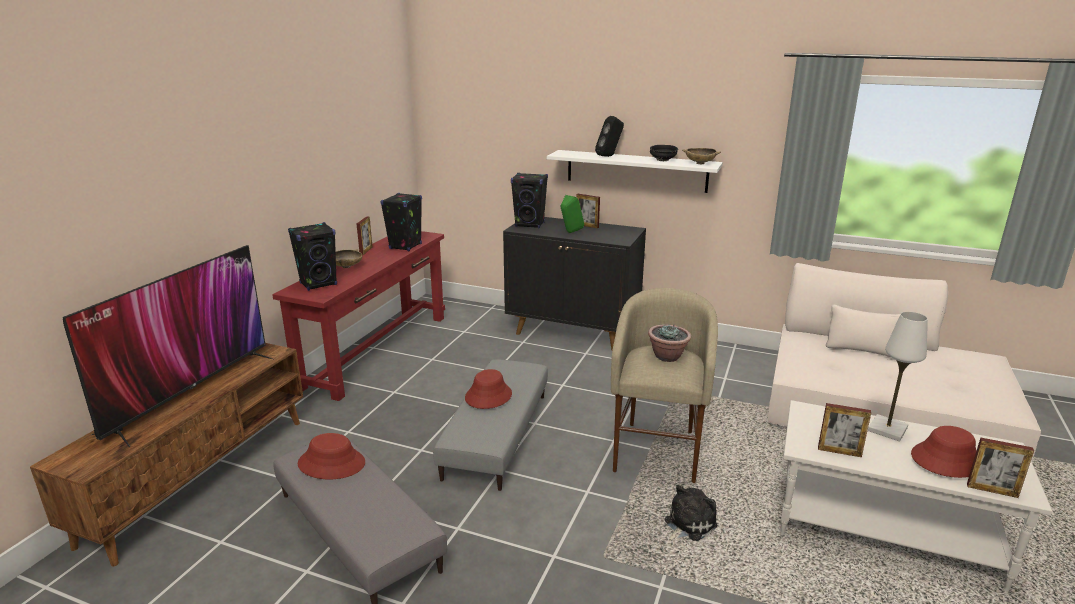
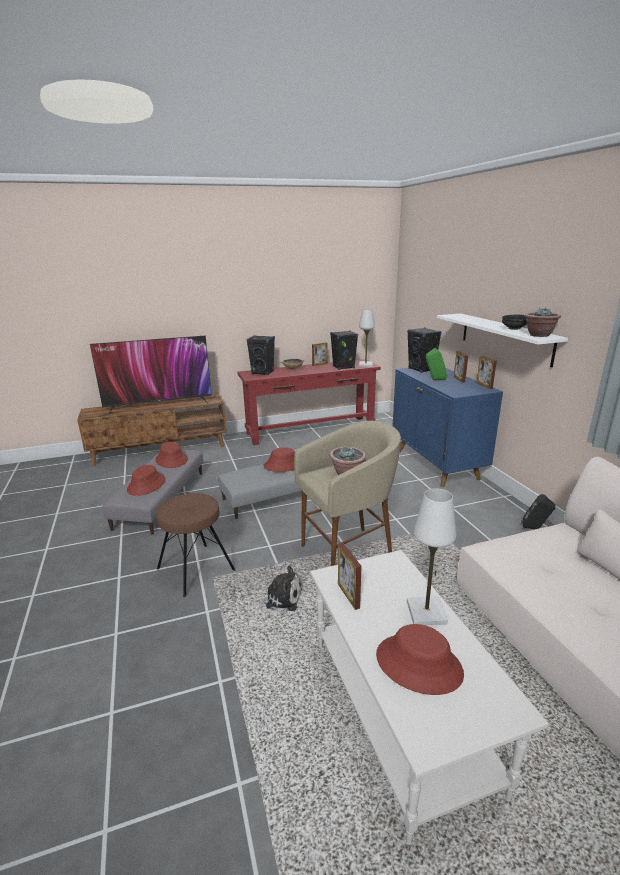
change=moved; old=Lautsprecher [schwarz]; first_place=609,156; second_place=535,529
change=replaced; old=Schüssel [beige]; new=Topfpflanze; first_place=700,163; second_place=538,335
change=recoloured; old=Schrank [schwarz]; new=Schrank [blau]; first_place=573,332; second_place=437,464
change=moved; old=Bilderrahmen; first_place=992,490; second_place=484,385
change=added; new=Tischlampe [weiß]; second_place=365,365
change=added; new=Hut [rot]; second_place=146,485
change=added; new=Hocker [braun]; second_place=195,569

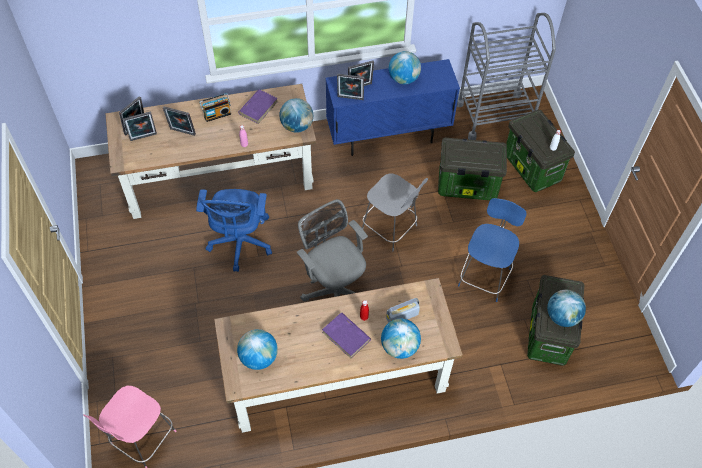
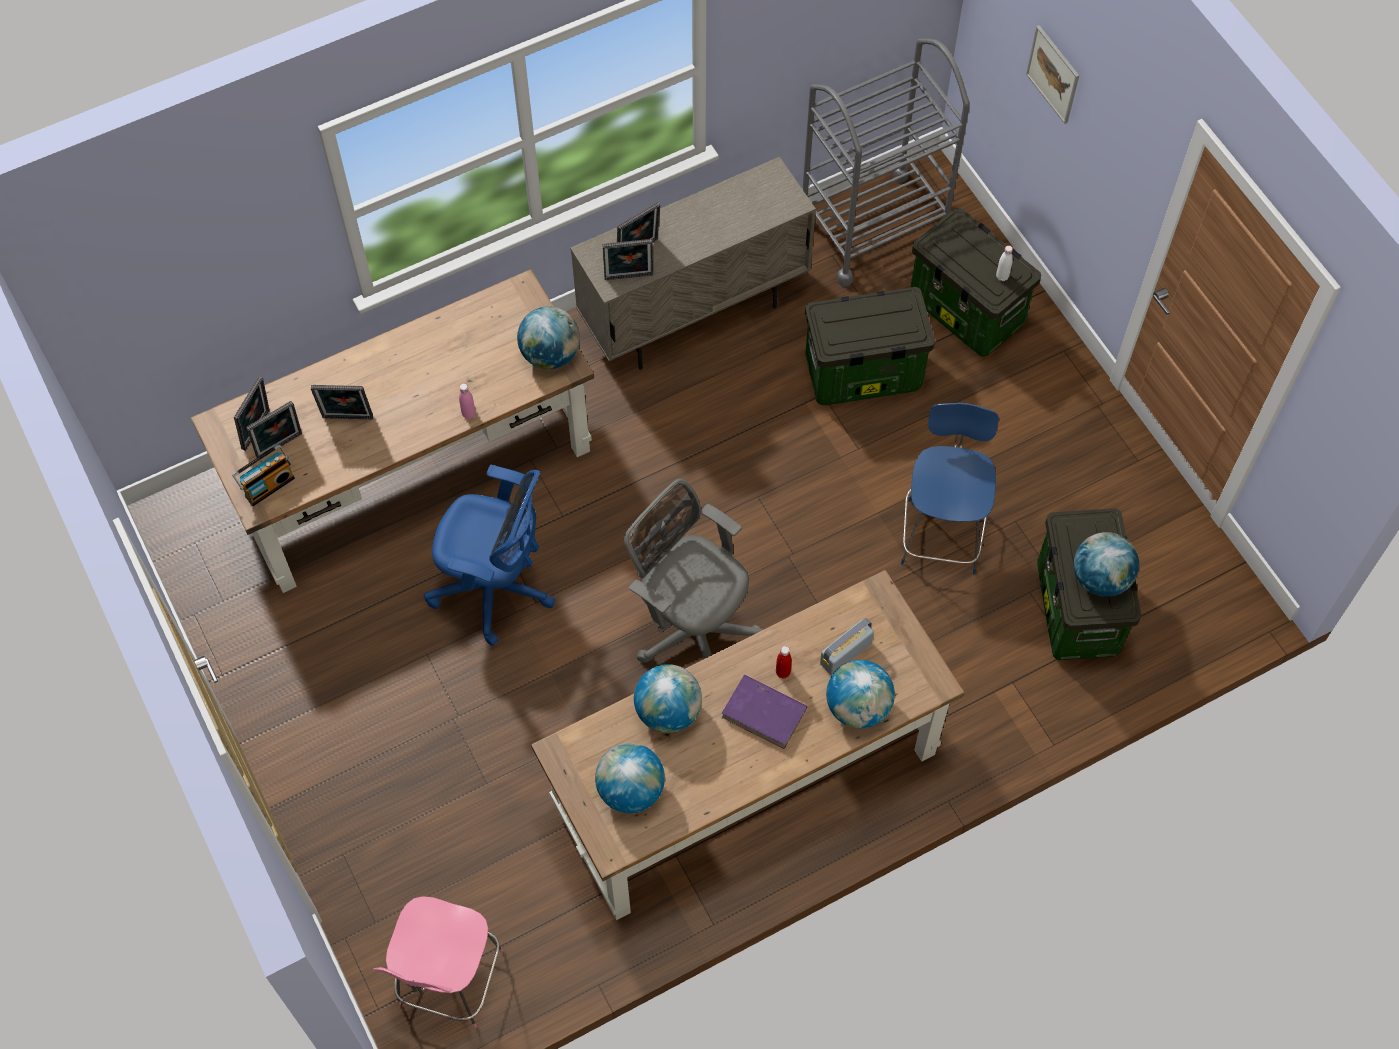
change=moved; old=Globus; first_place=403,79; second_place=668,711
change=recoloured; old=Schrank [blau]; new=Schrank [beige]; first_place=388,136; second_place=694,315
change=removed; old=Buch [lila]; first_place=258,107
change=moved; old=Radio; first_place=217,114; second_place=268,485
change=removed; old=Stuhl [grau]; first_place=391,229
change=turned; old=Bürostuhl [blau]; first_place=240,244; second_place=496,588; degrees=-60
change=added; new=Bild; second_place=1053,74

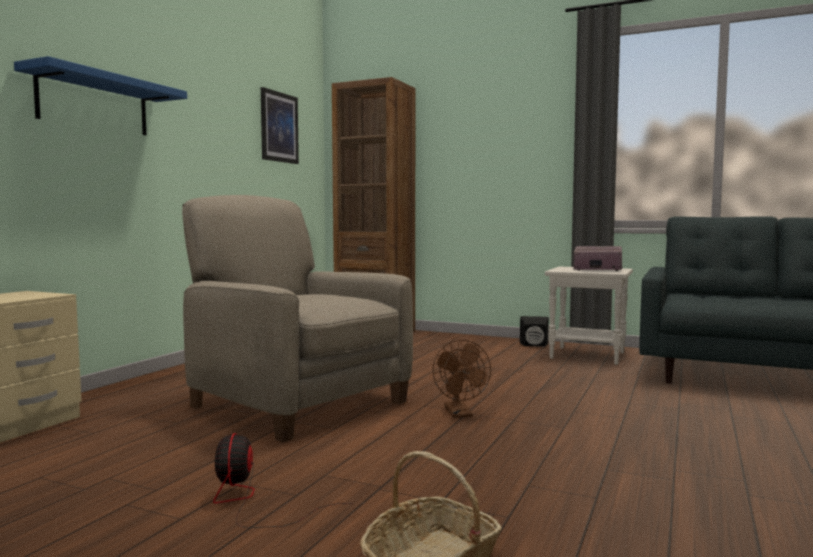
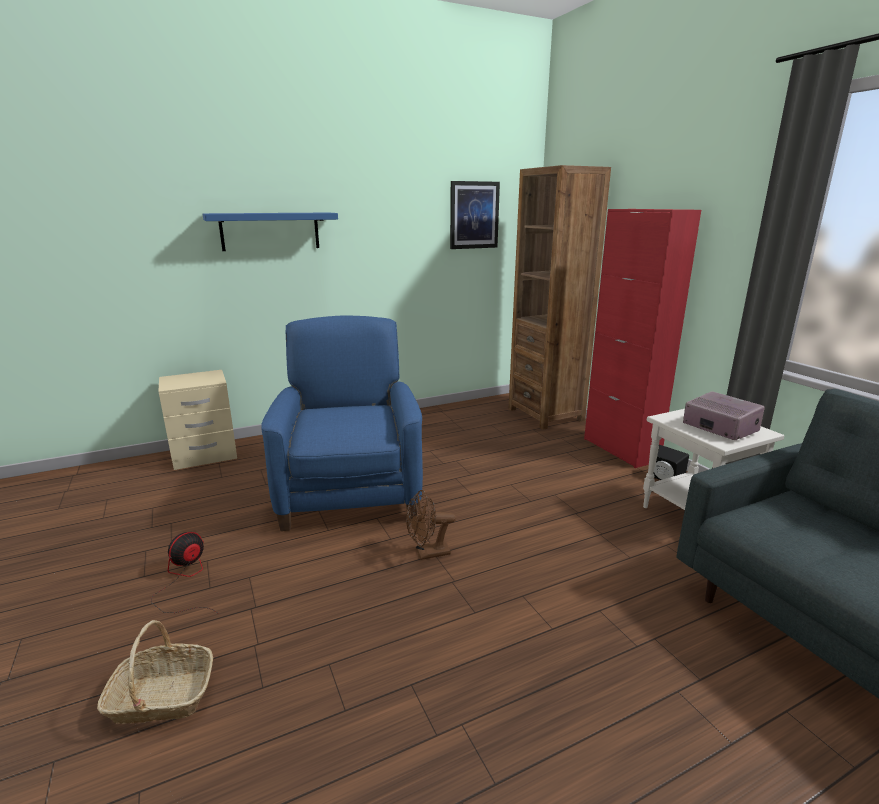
change=recoloured; old=Sessel [beige]; new=Sessel [blau]; first_place=297,403; second_place=350,491
change=turned; old=Ventilator [braun]; first_place=460,414; second_place=427,553; degrees=45
change=added; new=Schrank [rot]; second_place=620,449

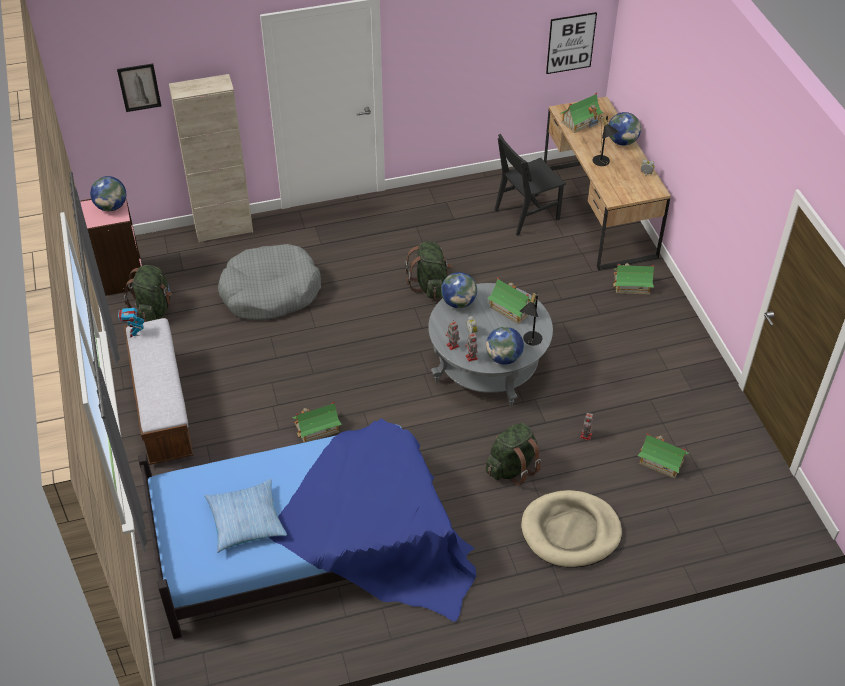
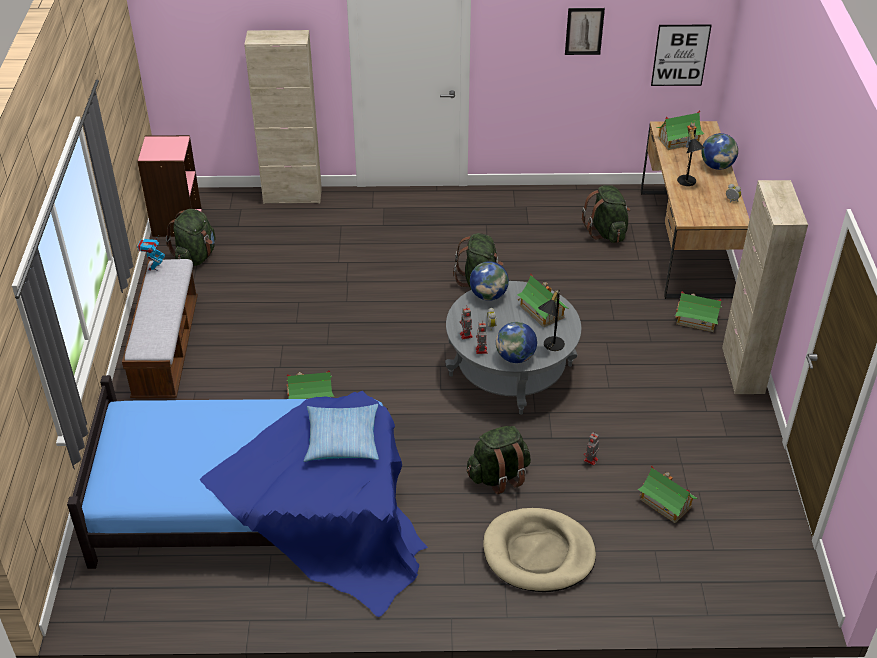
change=moved; old=Bild; first_place=139,87; second_place=584,31
change=replaced; old=Stuhl [schwarz]; new=Rucksack [grün]; first_place=526,214; second_place=606,232
change=removed; old=Globus; first_place=111,207
change=removed; old=Hundebett [grau]; first_place=270,292
change=moved; old=Kissen; first_place=246,521; second_place=342,440
change=added; new=Schrank [beige]; second_place=742,370

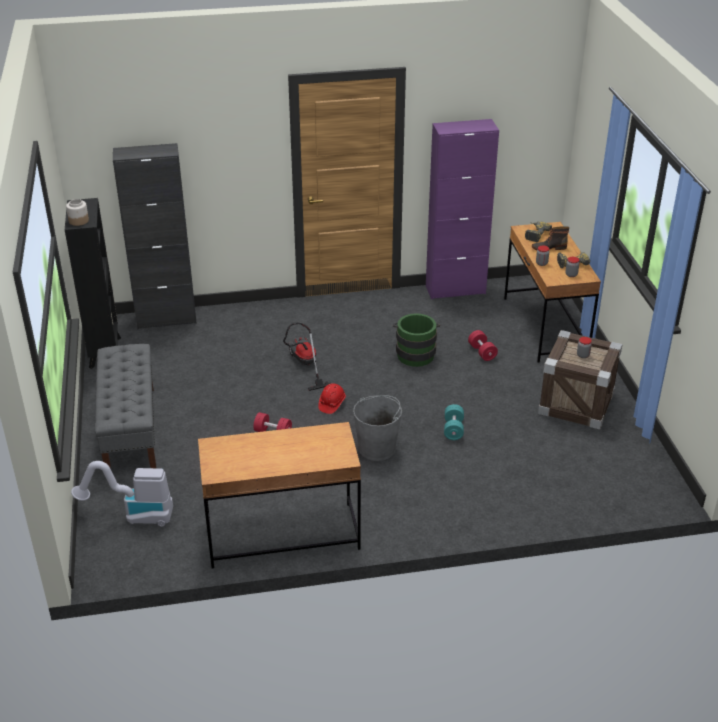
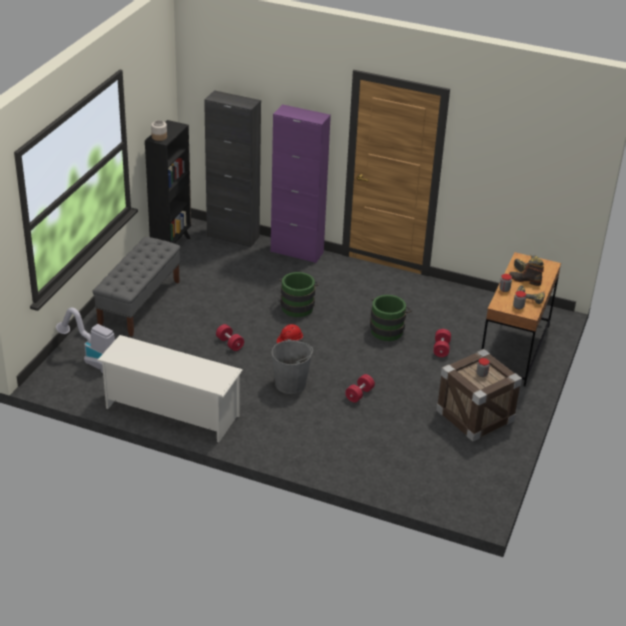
change=moved; old=Schrank [lila]; first_place=455,290; second_place=297,252
change=replaced; old=Staubsauger; new=Eimer [grün]; first_place=304,365; second_place=297,306
change=recoloured; old=Hantel [türkis]; new=Hantel [rot]; first_place=453,429; second_place=359,394
change=replaced; old=Schreibtisch [braun]; new=Schuhregal [weiß]; first_place=282,535; second_place=171,412

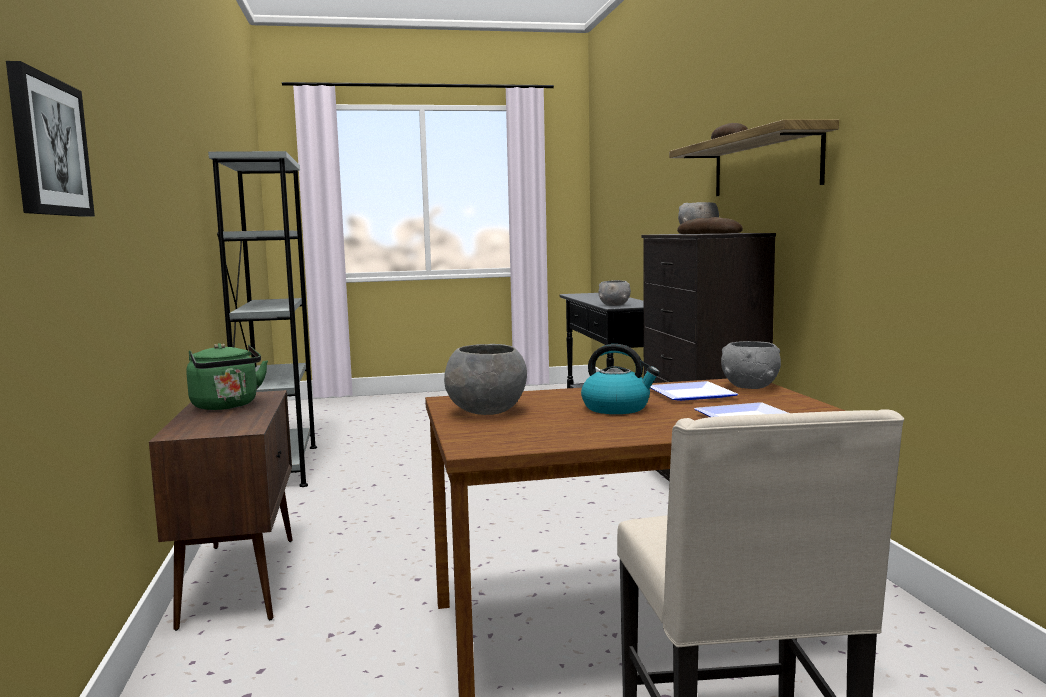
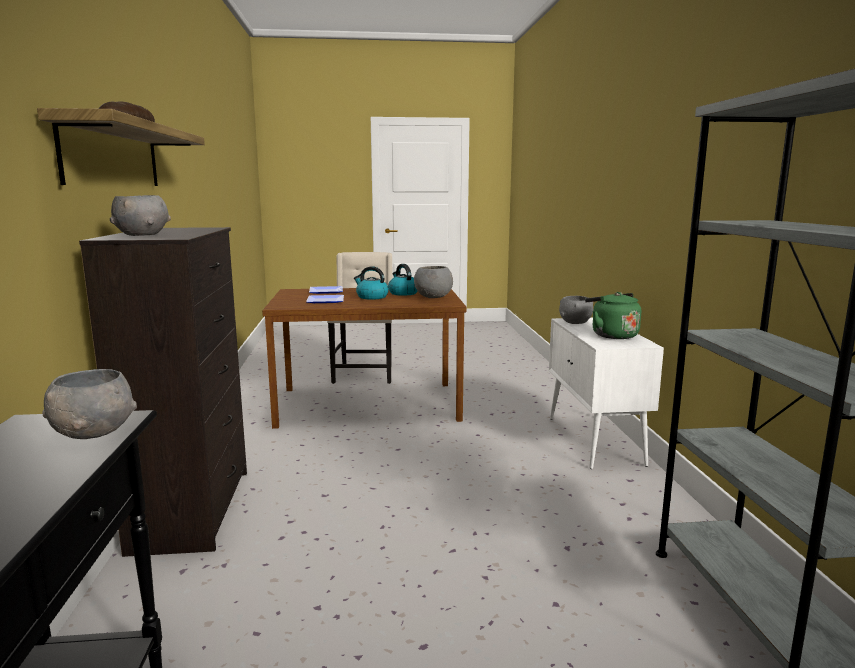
change=removed; old=Bild; first_place=48,147
change=removed; old=Brot; first_place=709,233
change=moved; old=Schüssel [grau]; first_place=749,387; second_place=575,322
change=recoloured; old=Schrank [braun]; new=Schrank [weiß]; first_place=240,579; second_place=595,441
change=added; new=Wasserkessel; second_place=403,293

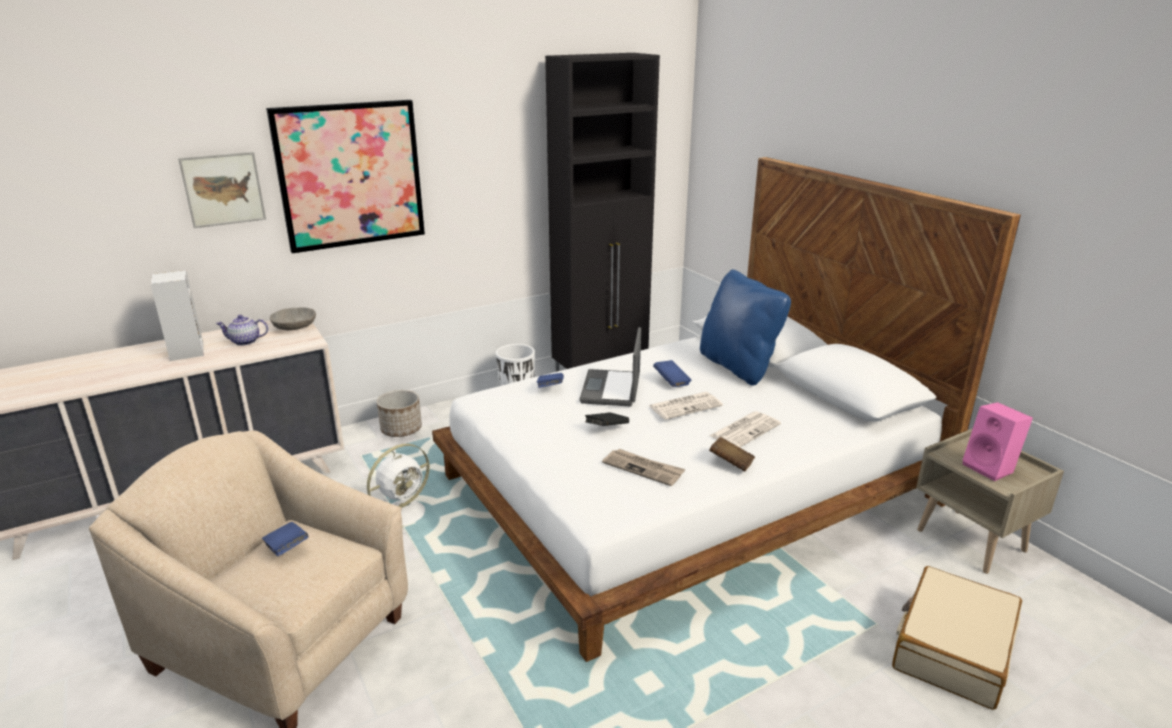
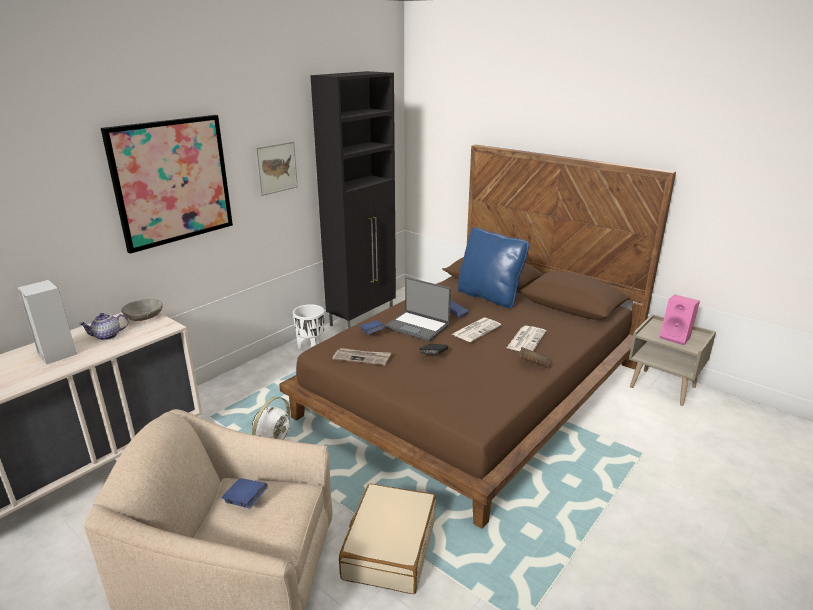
change=moved; old=Bild; first_place=223,189; second_place=276,168
change=recoloured; old=Bett [weiß]; new=Bett [braun]; first_place=687,489; second_place=474,390
change=turned; old=Laptop; first_place=612,389; second_place=418,326; degrees=-45
change=removed; old=Pflanzkübel; first_place=401,429
change=moved; old=Zeitung; first_place=643,468; second_place=362,358
change=moved; old=Koffer [beige]; first_place=952,649; second_place=389,547

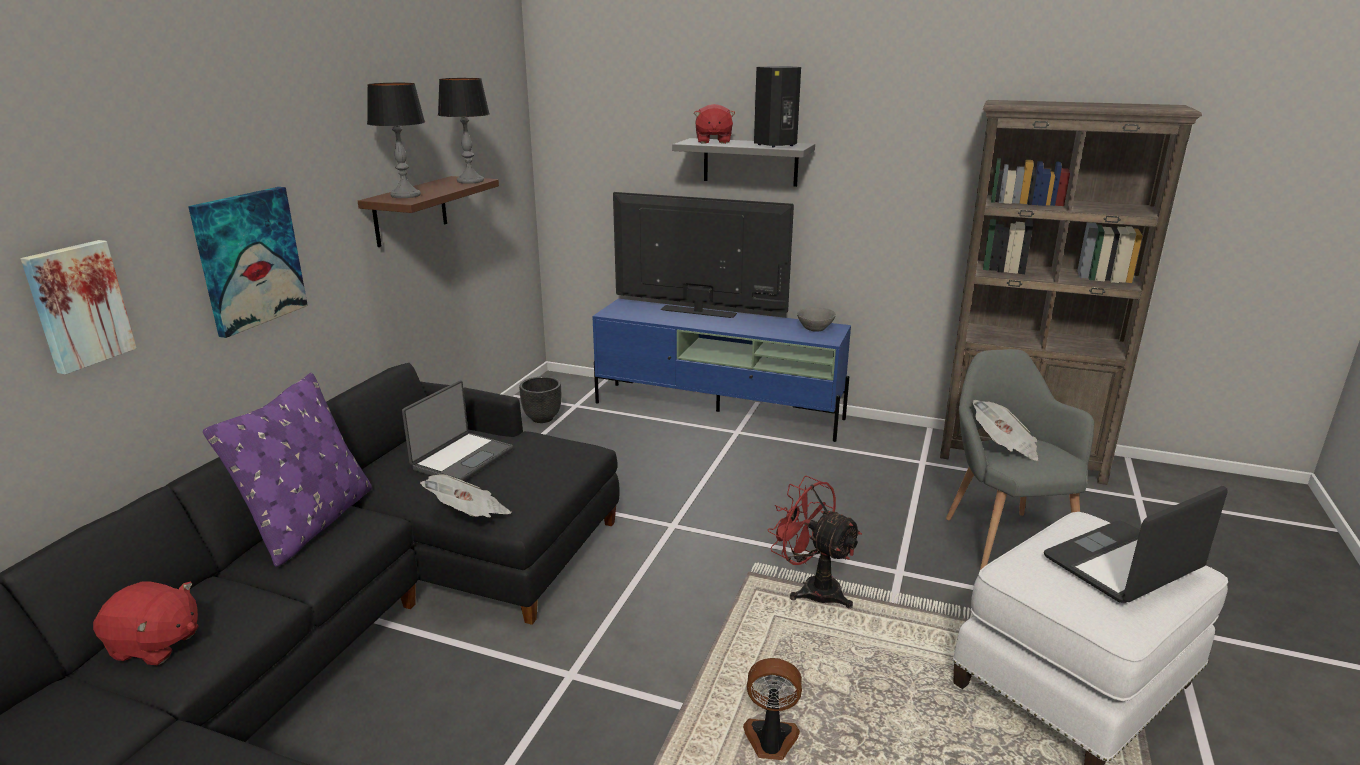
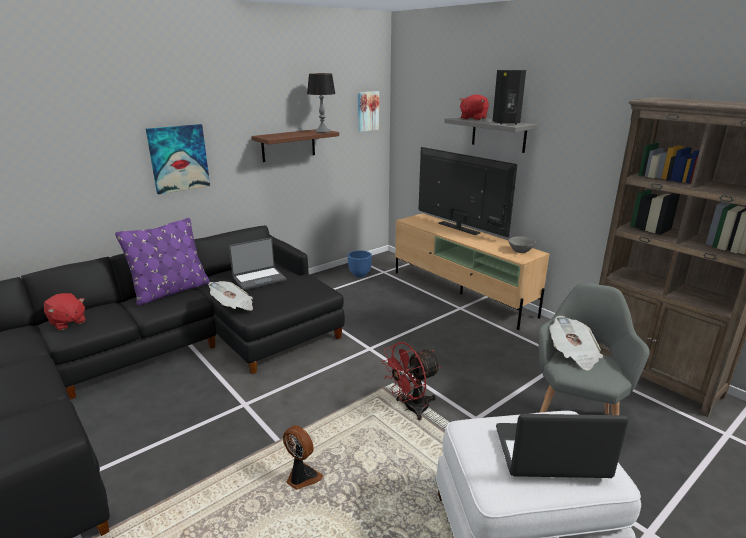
change=removed; old=Tischlampe; first_place=405,195
change=moved; old=Bild; first_place=78,305; second_place=367,111
change=recoloured; old=Fernsehschrank [blau]; new=Fernsehschrank [beige]; first_place=719,411; second_place=461,294
change=recoloured; old=Pflanzkübel [schwarz]; new=Pflanzkübel [blau]; first_place=542,418; second_place=360,274
change=turned; old=Ventilator [rot]; first_place=812,588; second_place=411,408; degrees=-105

